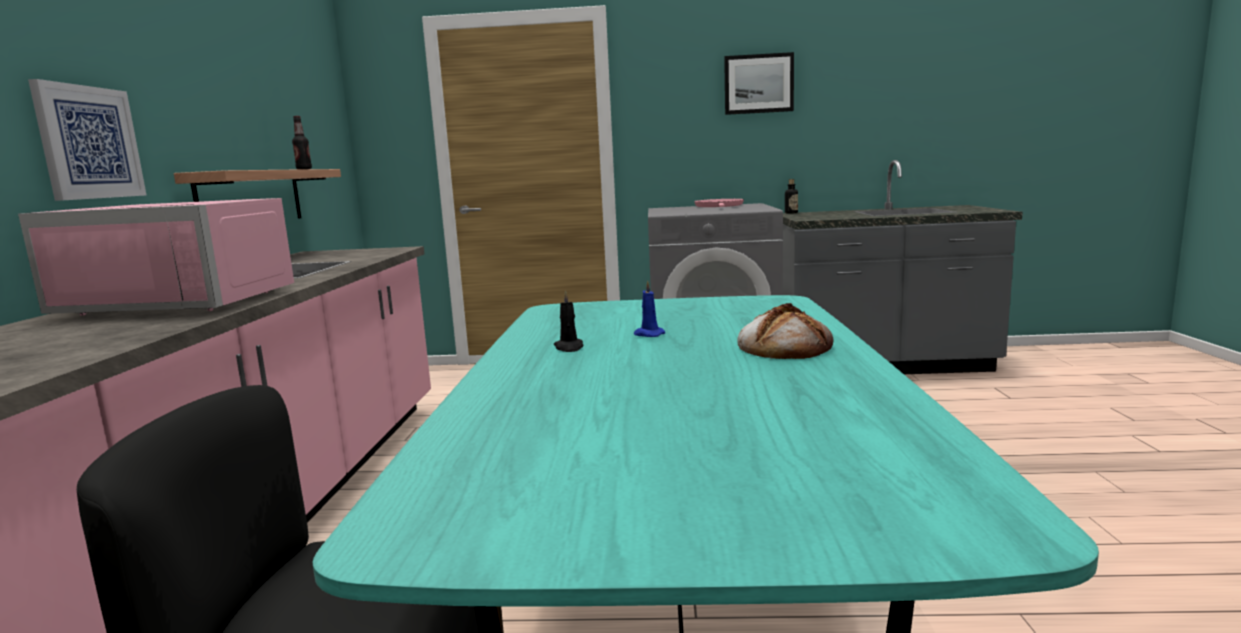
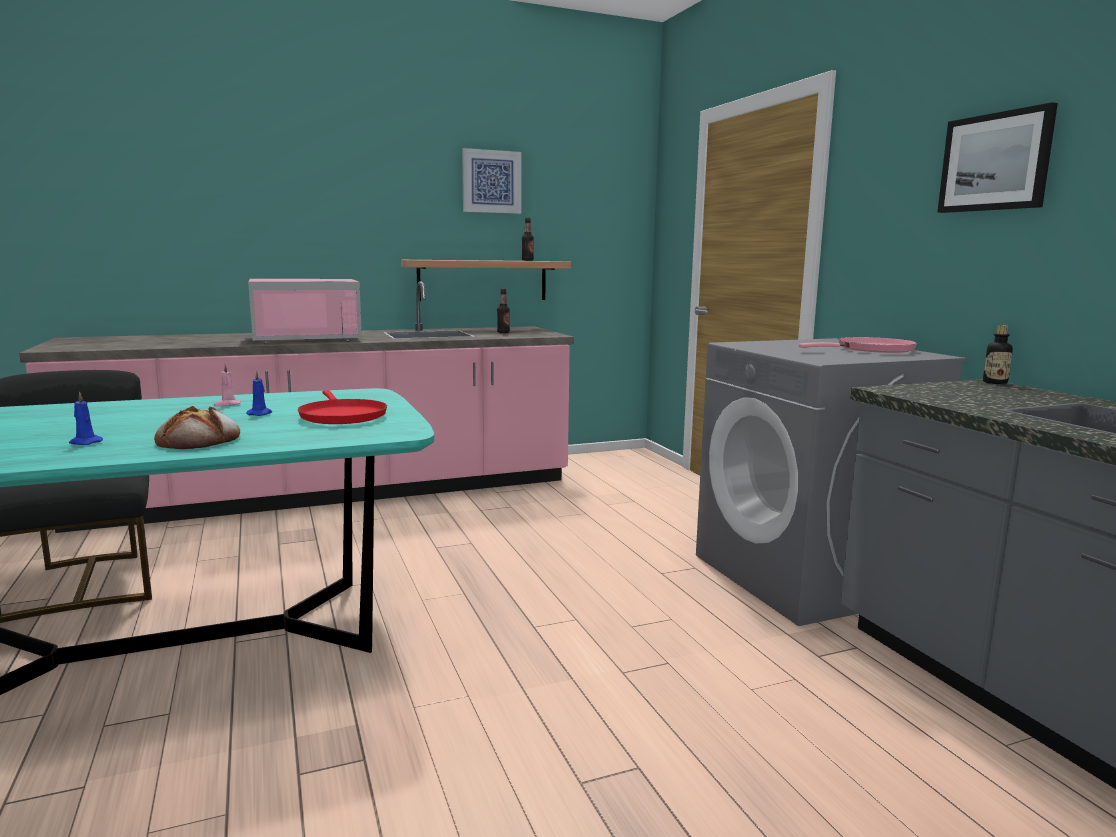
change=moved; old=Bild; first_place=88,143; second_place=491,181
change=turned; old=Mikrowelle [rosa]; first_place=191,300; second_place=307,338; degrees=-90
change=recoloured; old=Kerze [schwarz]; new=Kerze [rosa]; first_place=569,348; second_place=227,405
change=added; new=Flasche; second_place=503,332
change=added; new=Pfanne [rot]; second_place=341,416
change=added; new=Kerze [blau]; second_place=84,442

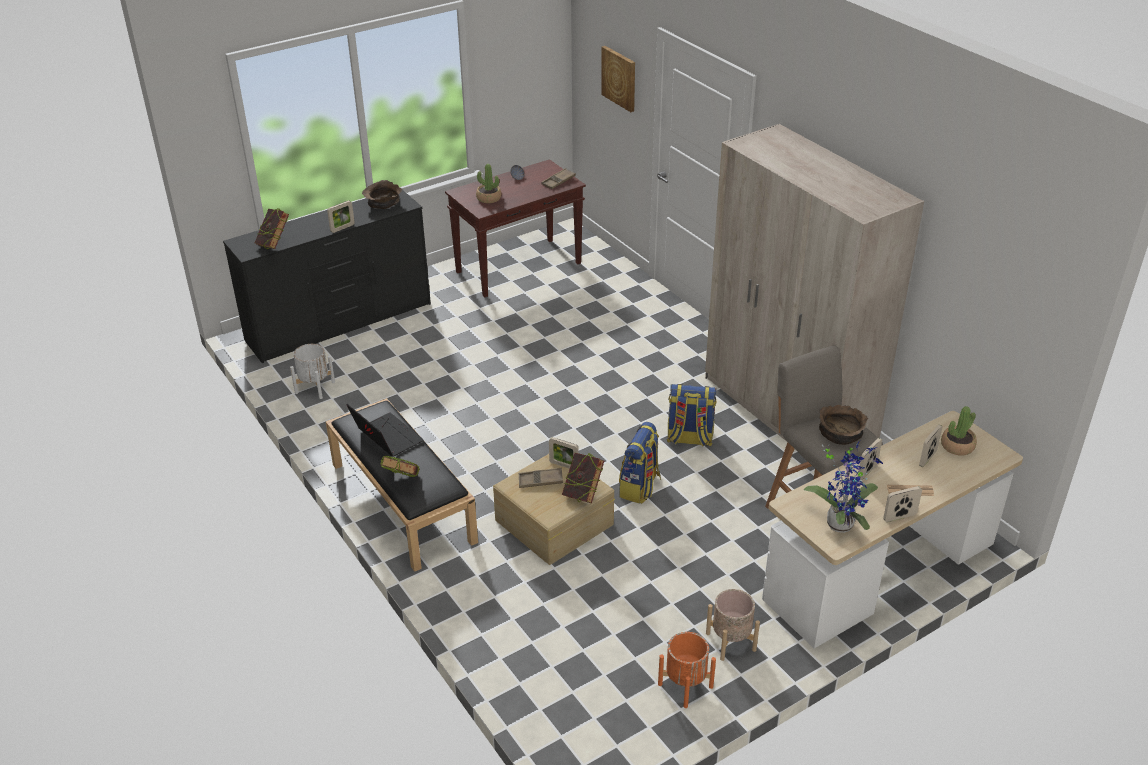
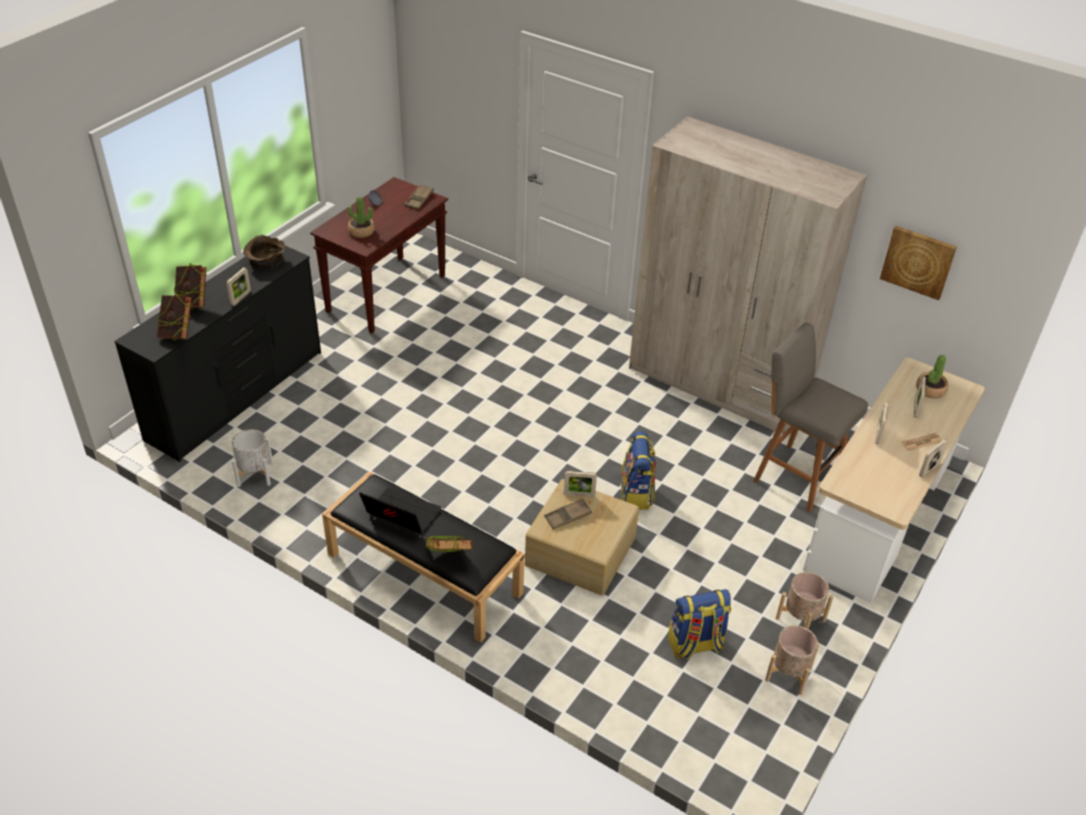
change=moved; old=Bild; first_place=619,78; second_place=918,261
change=moved; old=Rucksack; first_place=689,439; second_place=695,645
change=removed; old=Schüssel [braun]; first_place=841,434
change=removed; old=Topfpflanze; first_place=841,522
change=moved; old=Buch; first_place=583,494; second_place=193,303
change=recoloured; old=Pflanzkübel [orange]; new=Pflanzkübel [beige]; first_place=685,685; second_place=788,674

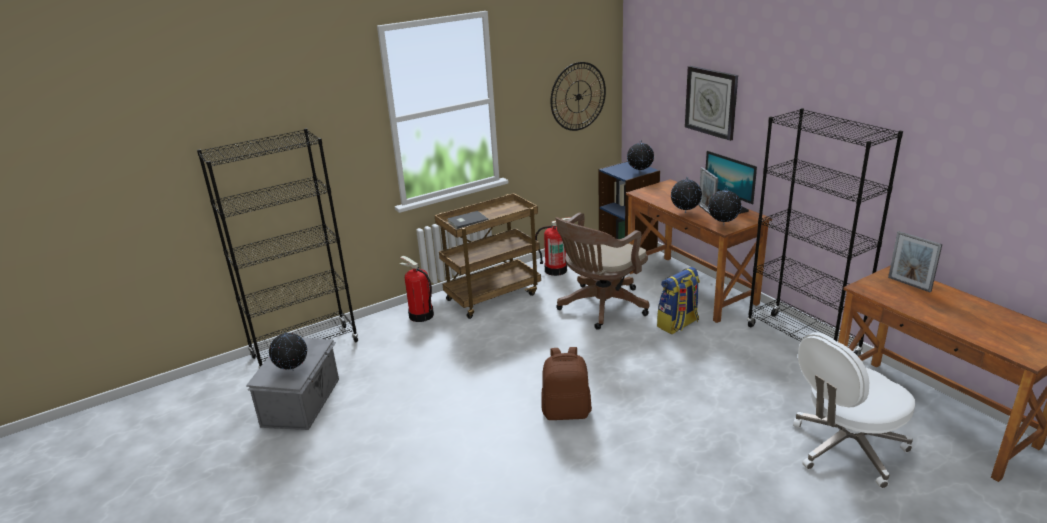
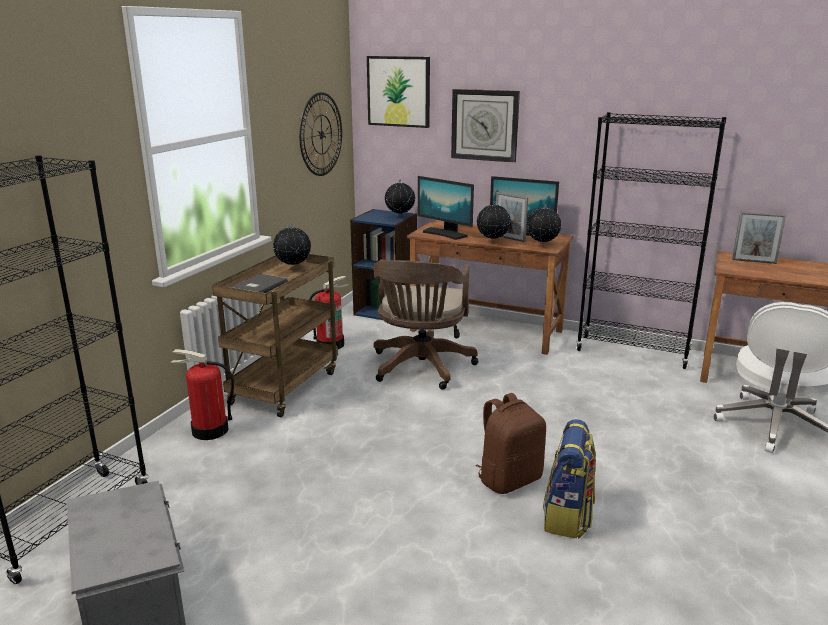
change=moved; old=Rucksack; first_place=678,324; second_place=568,517
change=moved; old=Globus; first_place=292,370; second_place=293,269
change=added; new=Bild; second_place=399,91
change=added; new=Monitor; second_place=445,234

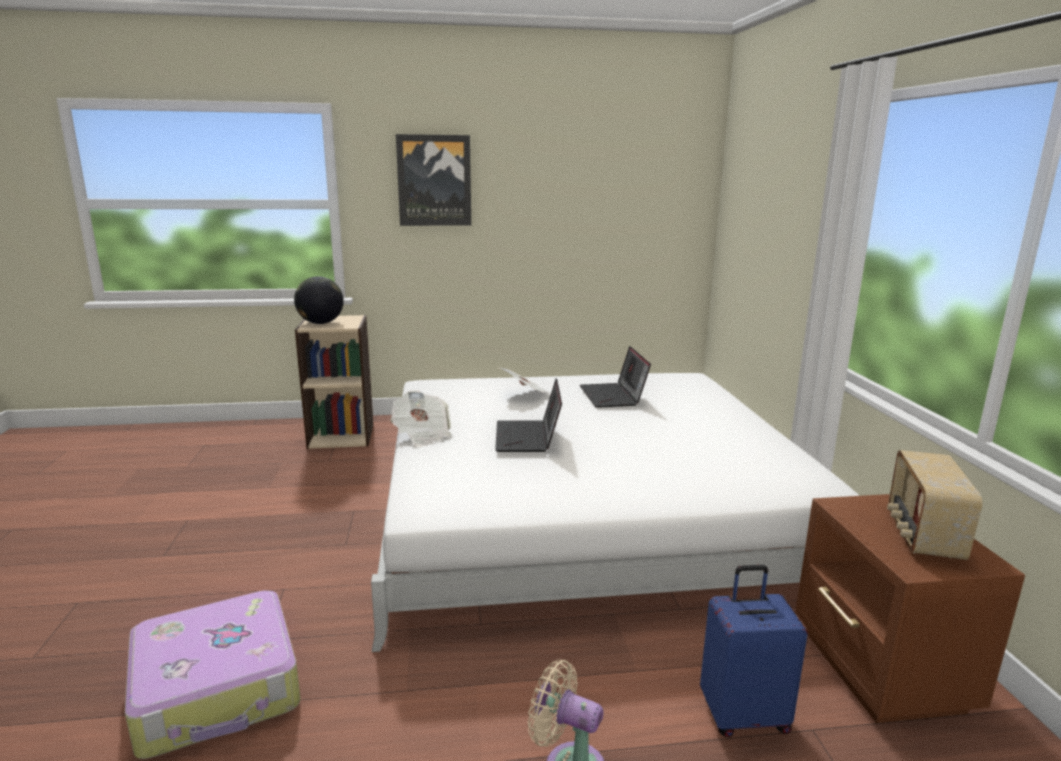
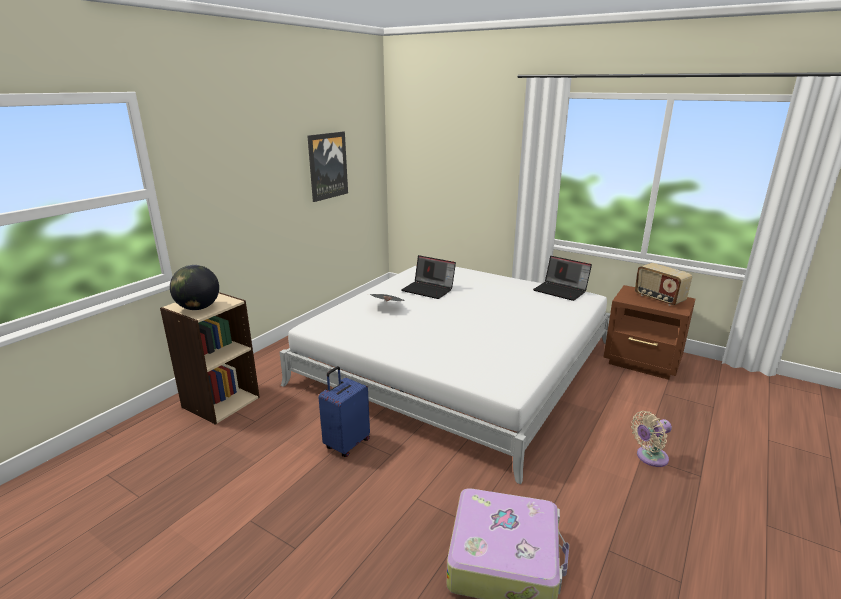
change=moved; old=Bild; first_place=434,180; second_place=327,166
change=moved; old=Laptop; first_place=528,438; second_place=561,291
change=removed; old=Zeitung; first_place=422,434
change=moved; old=Koffer [blau]; first_place=743,715; second_place=346,444

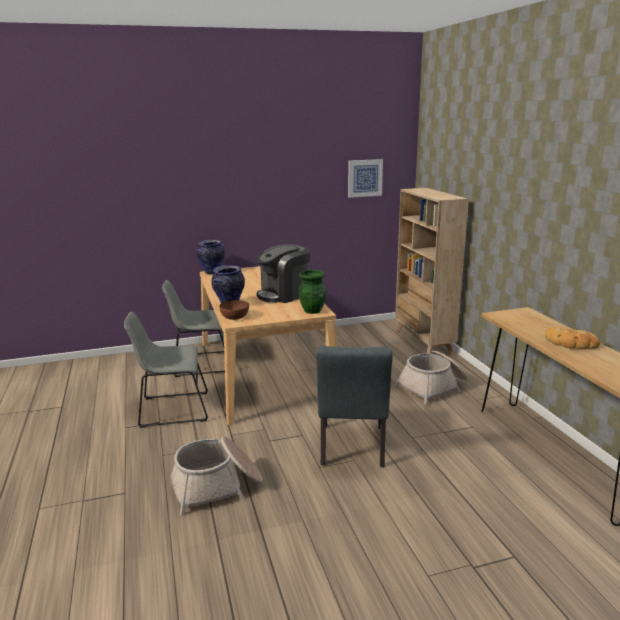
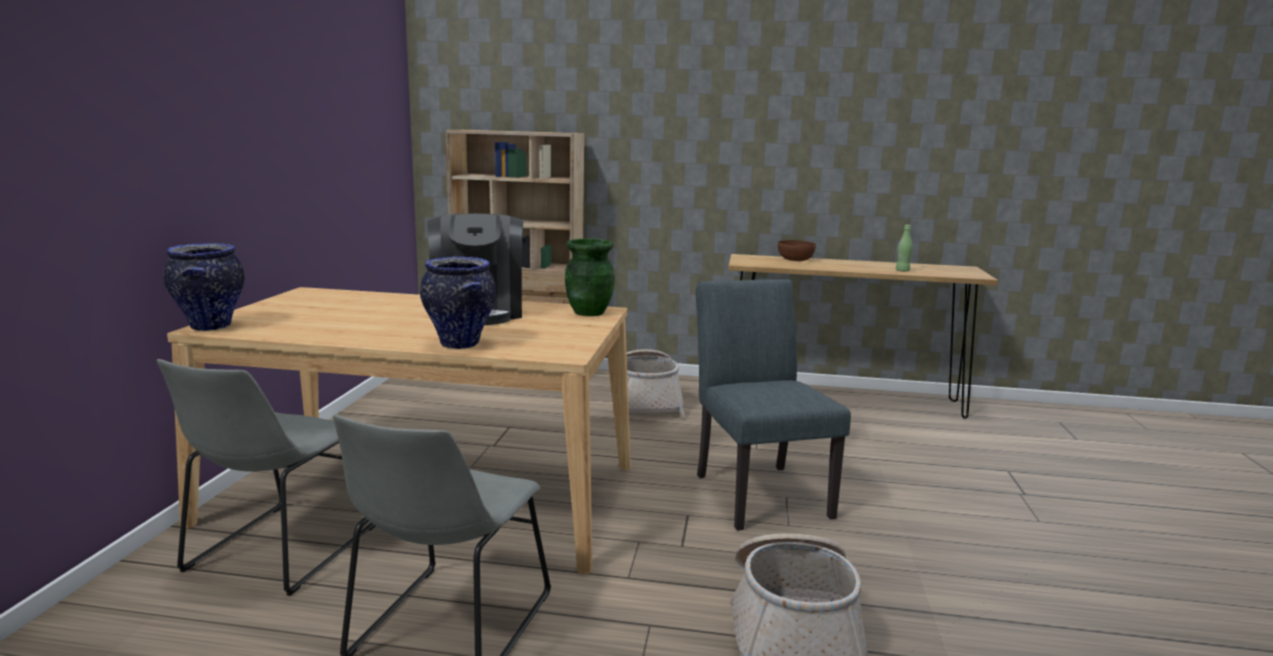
change=removed; old=Bild; first_place=365,178
change=moved; old=Schüssel [braun]; first_place=235,317; second_place=795,259
change=removed; old=Brot; first_place=570,343
change=turned; old=Stuhl [grau]; first_place=352,449; second_place=757,490; degrees=-135
change=added; new=Flasche [grün]; second_place=902,271

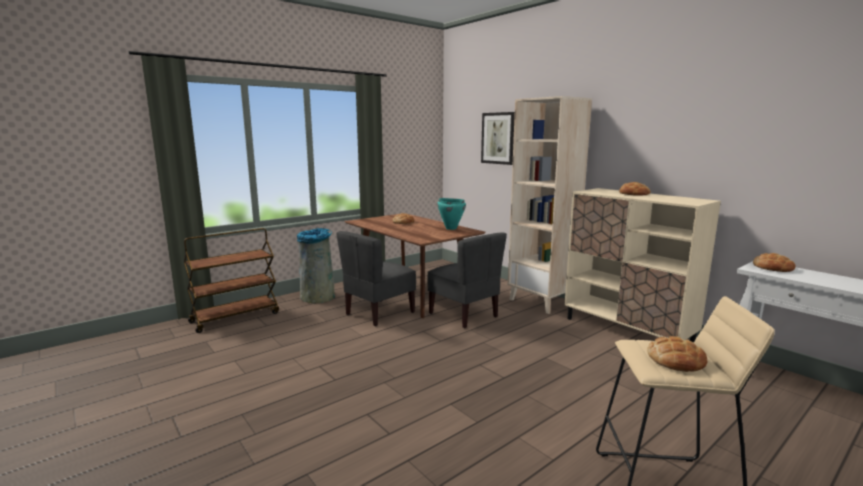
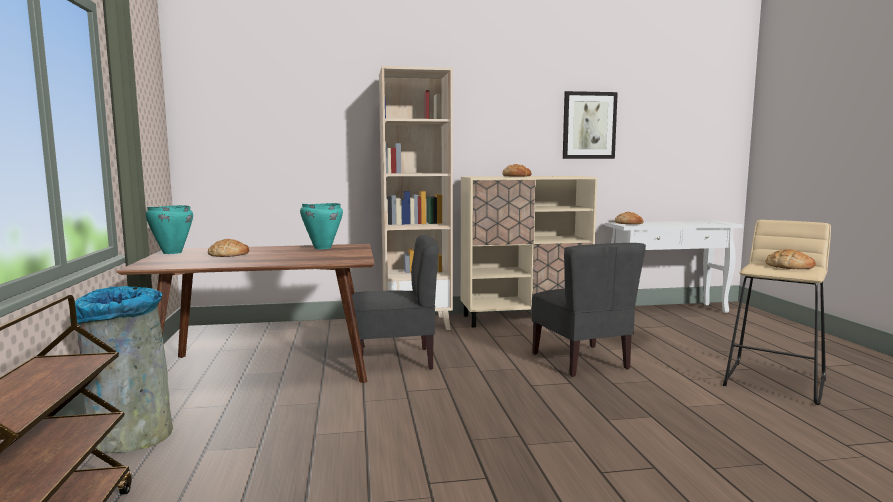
change=moved; old=Bild; first_place=498,138; second_place=589,125
change=moved; old=Stuhl [grau]; first_place=379,313; second_place=581,361
change=added; new=Kochtopf [türkis]; second_place=171,252

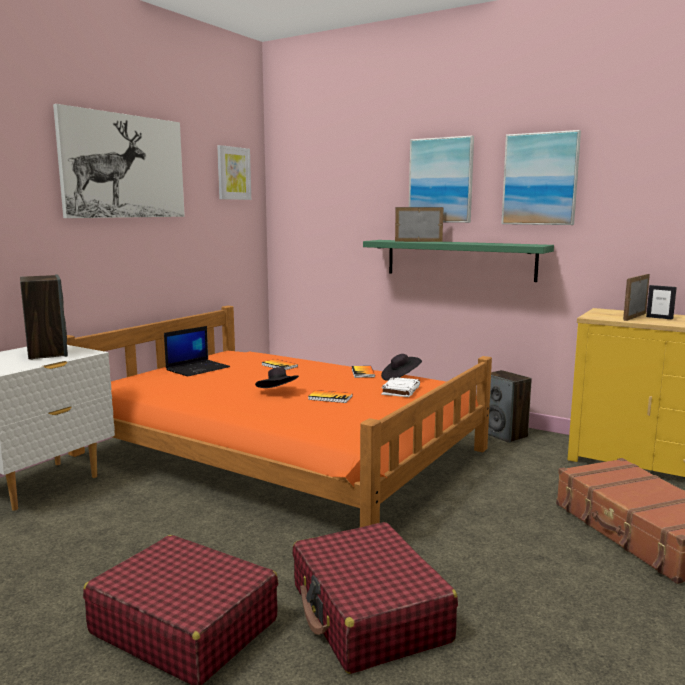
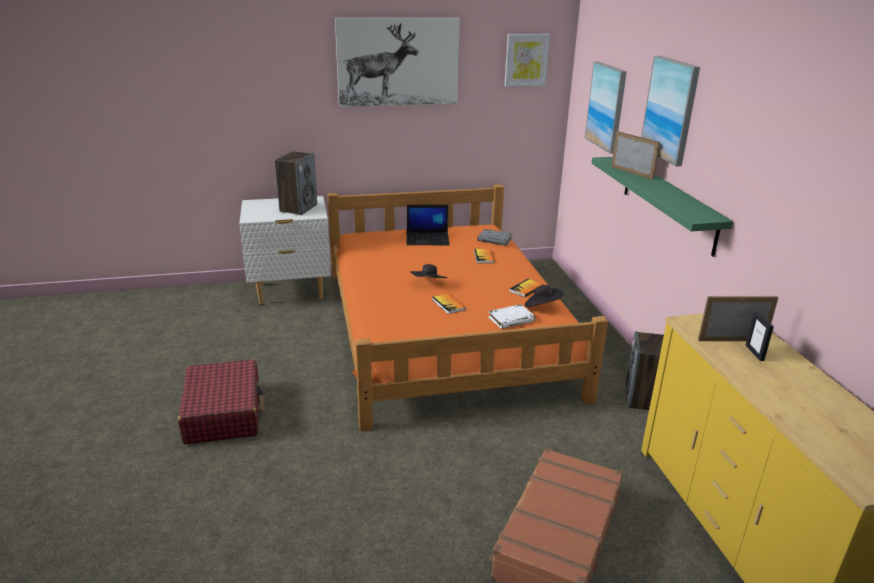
change=moved; old=Bild; first_place=540,179; second_place=606,106
change=removed; old=Koffer [rot]; first_place=369,613
change=added; new=Buch [grau]; second_place=495,240

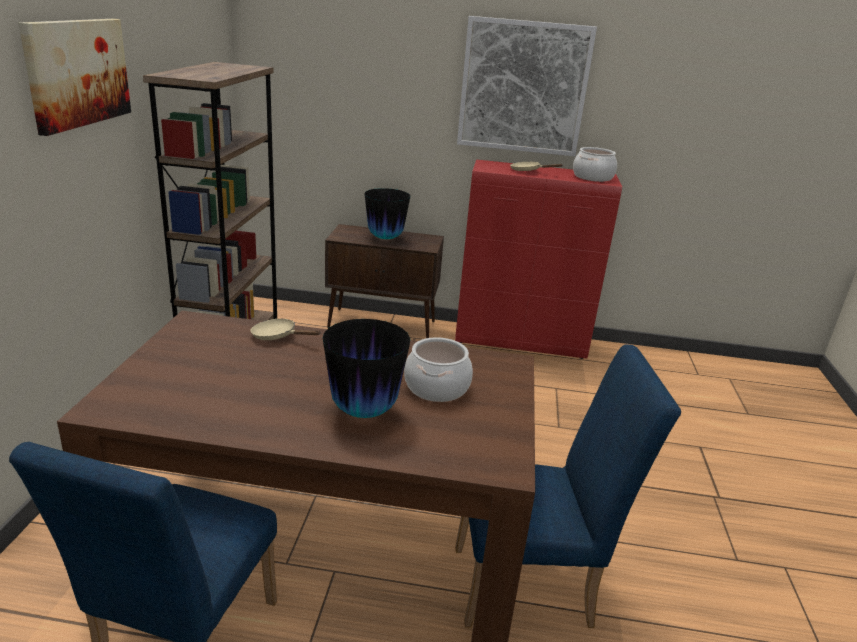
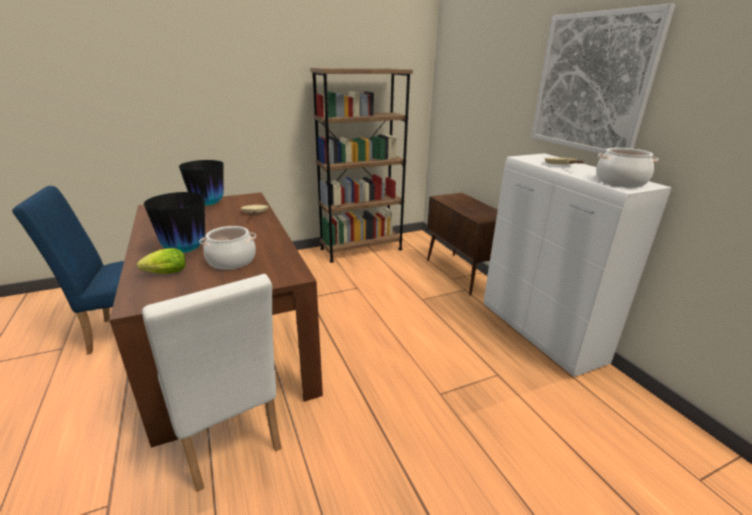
change=removed; old=Bild; first_place=77,72
change=recoloured; old=Schrank [rot]; new=Schrank [weiß]; first_place=521,342; second_place=540,334
change=moved; old=Vase; first_place=385,238; second_place=208,204
change=recoloured; old=Stuhl [blau]; new=Stuhl [weiß]; first_place=533,586; second_place=227,440
change=added; new=Salatkopf; second_place=164,274

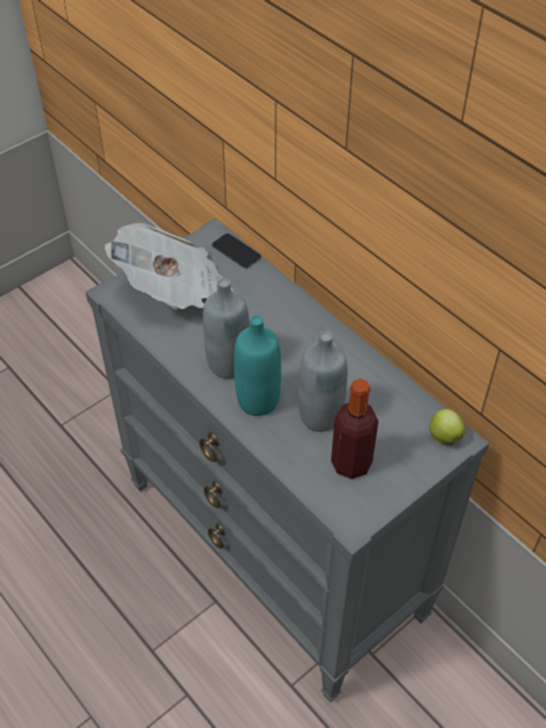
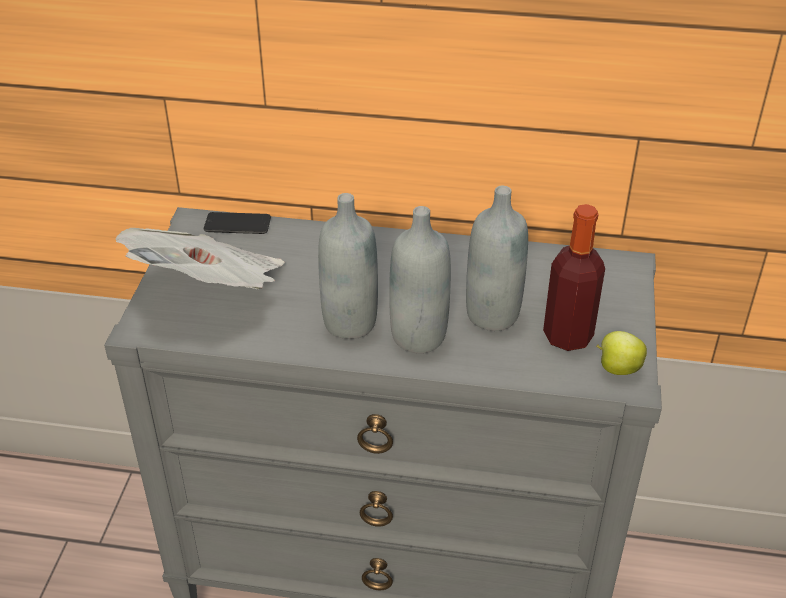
change=recoloured; old=Flasche [türkis]; new=Flasche [grau]; first_place=258,400; second_place=418,336
change=moved; old=Apfel; first_place=444,436; second_place=617,368

